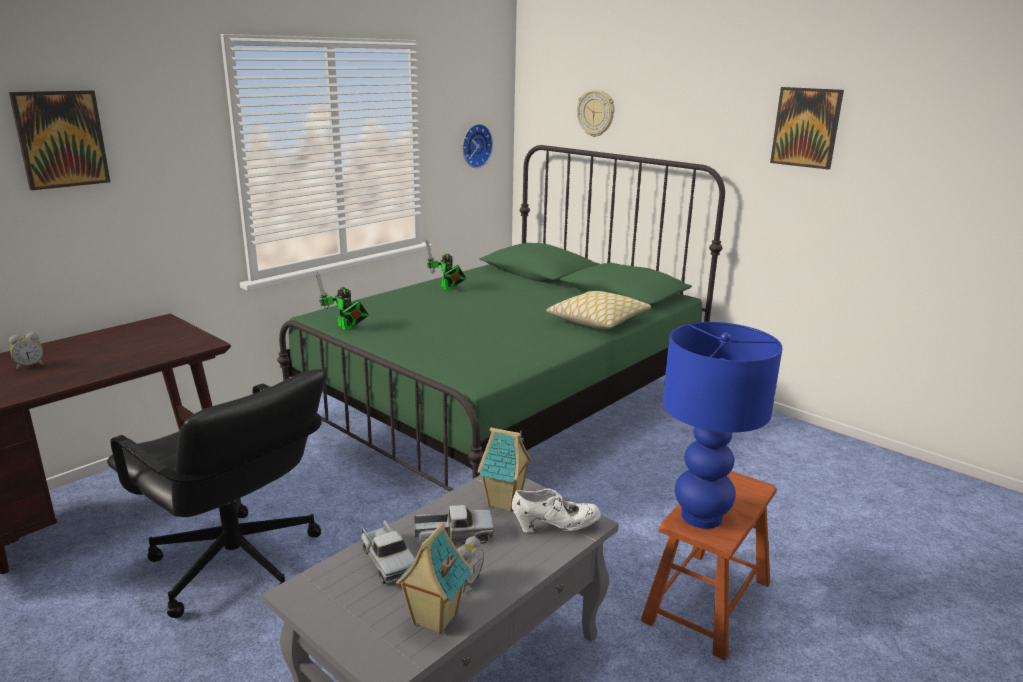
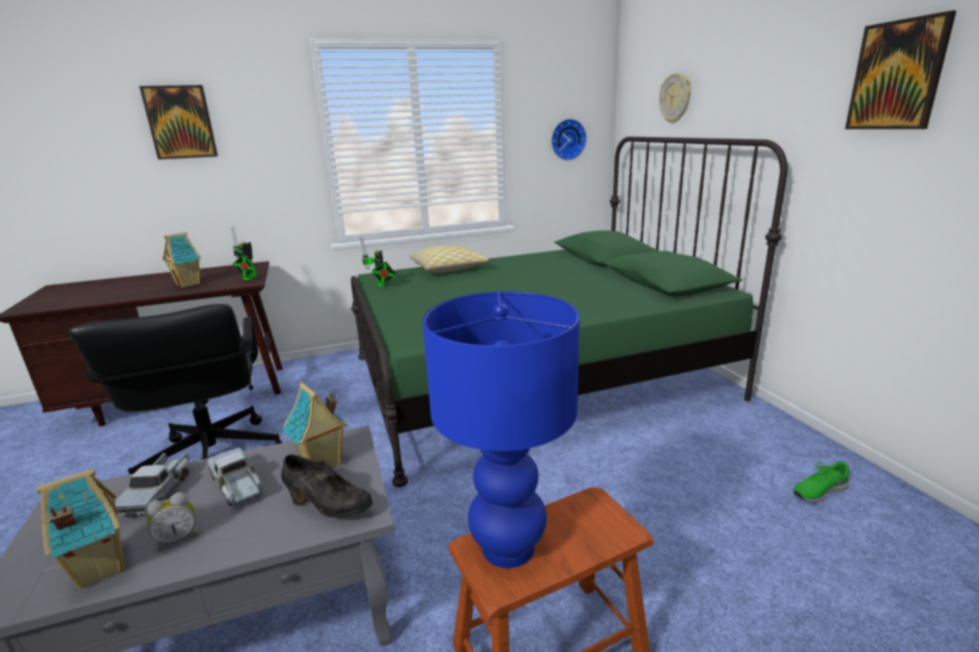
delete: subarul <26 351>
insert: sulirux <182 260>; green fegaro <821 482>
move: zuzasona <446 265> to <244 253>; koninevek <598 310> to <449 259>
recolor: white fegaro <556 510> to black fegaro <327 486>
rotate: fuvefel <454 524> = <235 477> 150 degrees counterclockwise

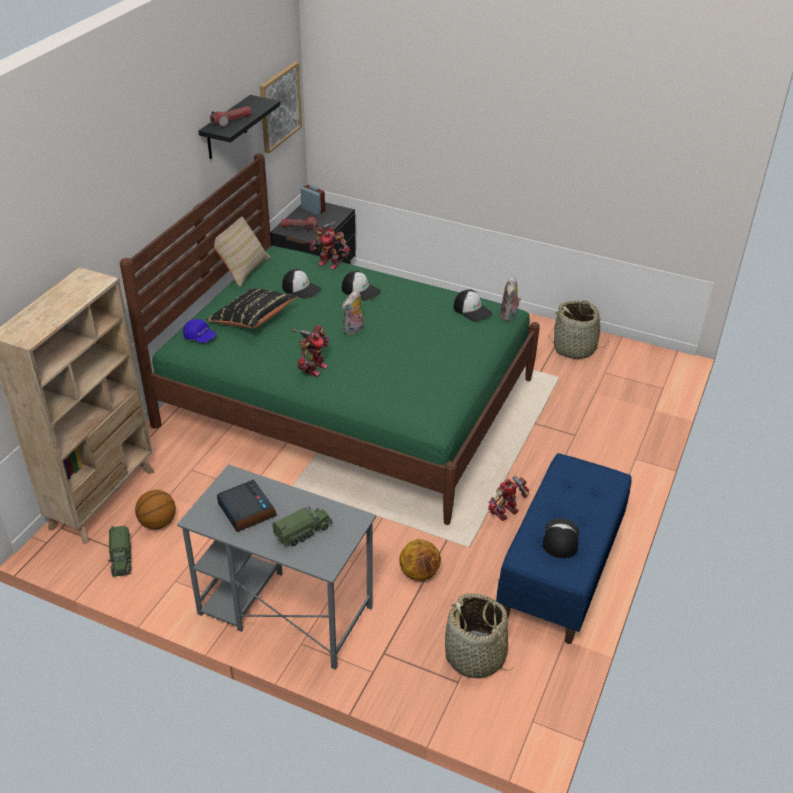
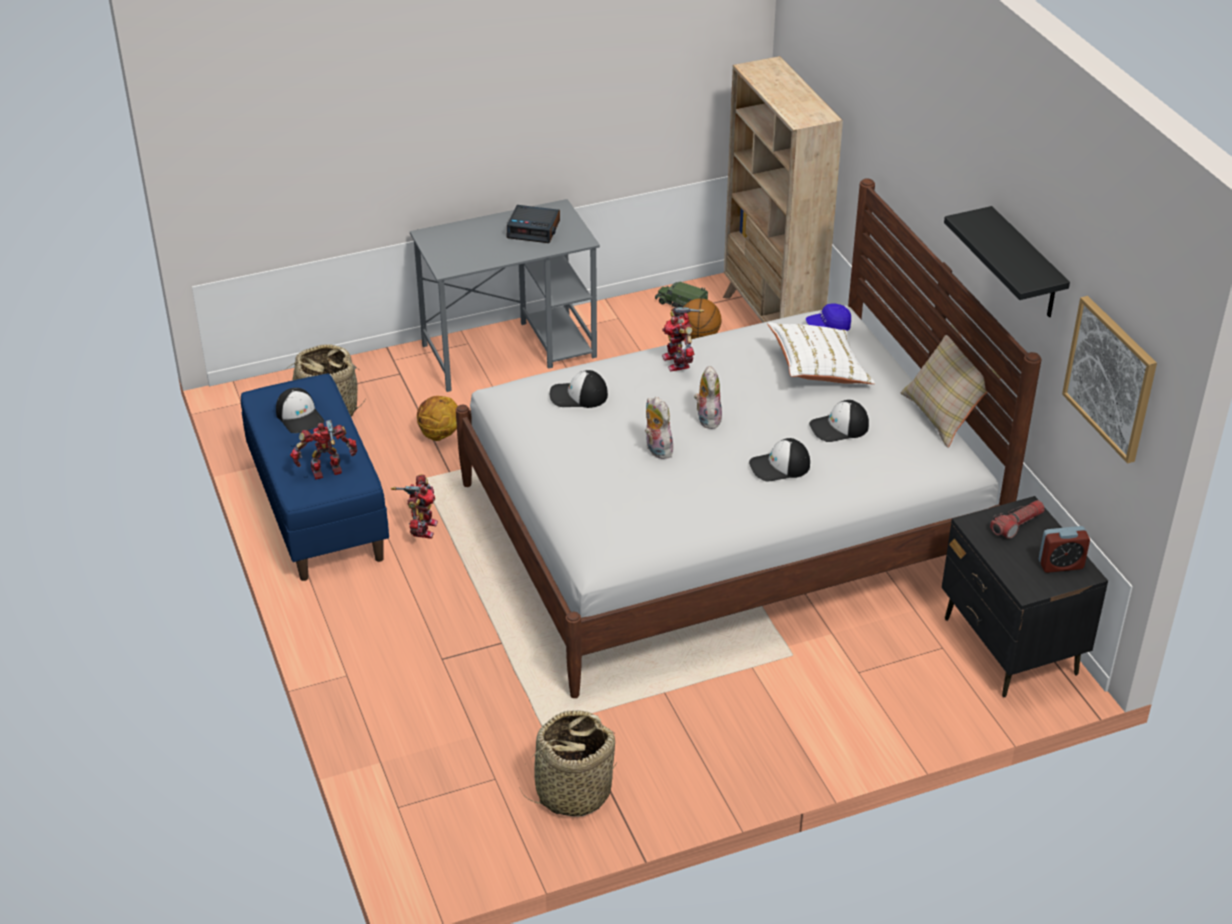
delete: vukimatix <230 116>; fuvefel <302 526>
move: zuzasona <330 246> to <323 449>; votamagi <510 298> to <659 428>; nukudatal <472 305> to <579 389>
recolor: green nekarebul <330 339> to white nekarebul <748 438>; black koninevek <252 308> to white koninevek <821 353>

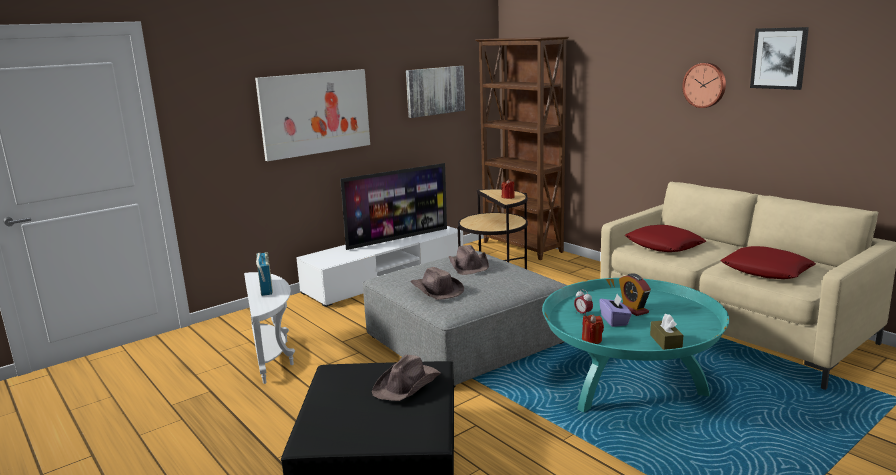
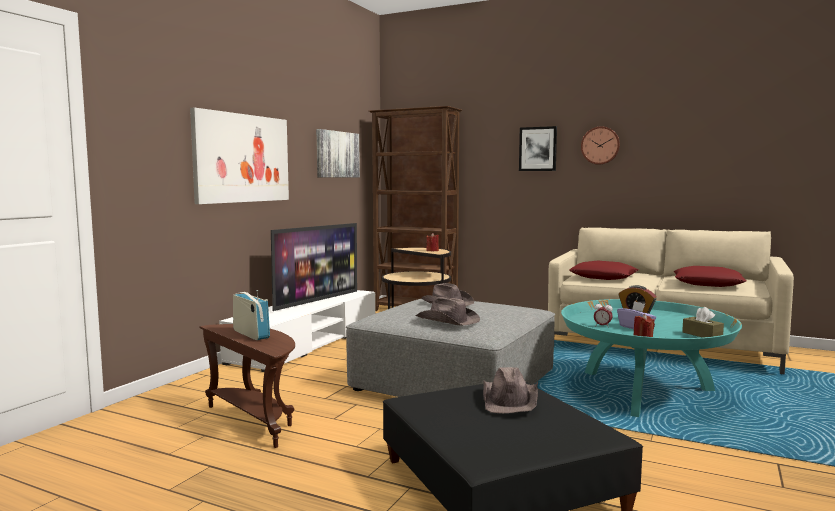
move: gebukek <779 58> to <538 148>
recolor: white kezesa <269 328> to brown kezesa <247 386>

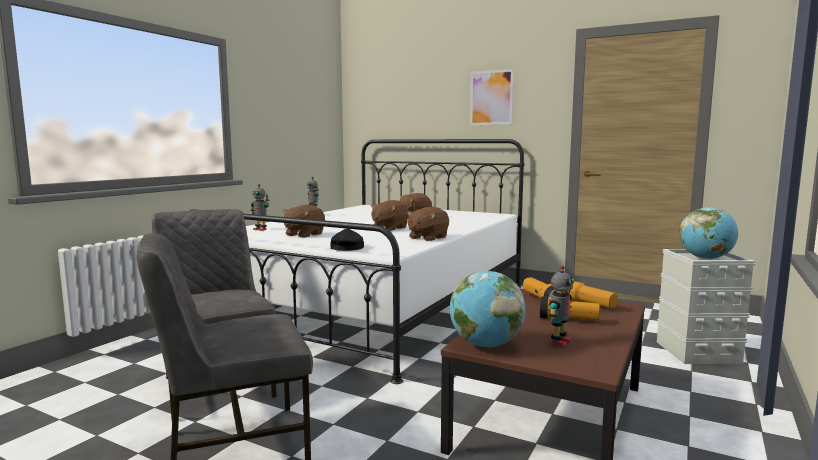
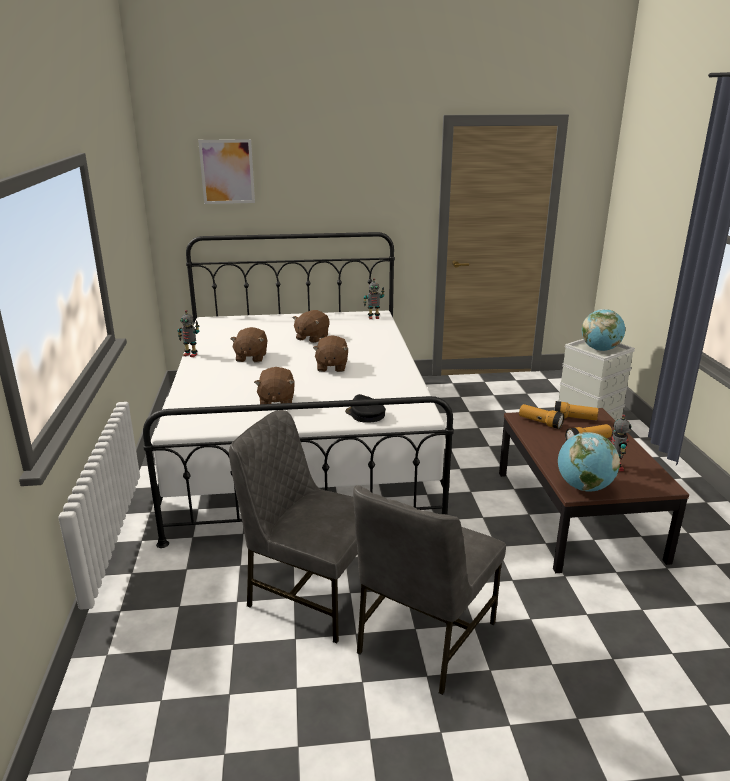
move: gebukek <492 97> to <226 171>; zuzasona <260 207> to <374 298>; brown votamagi <428 224> to <249 345>

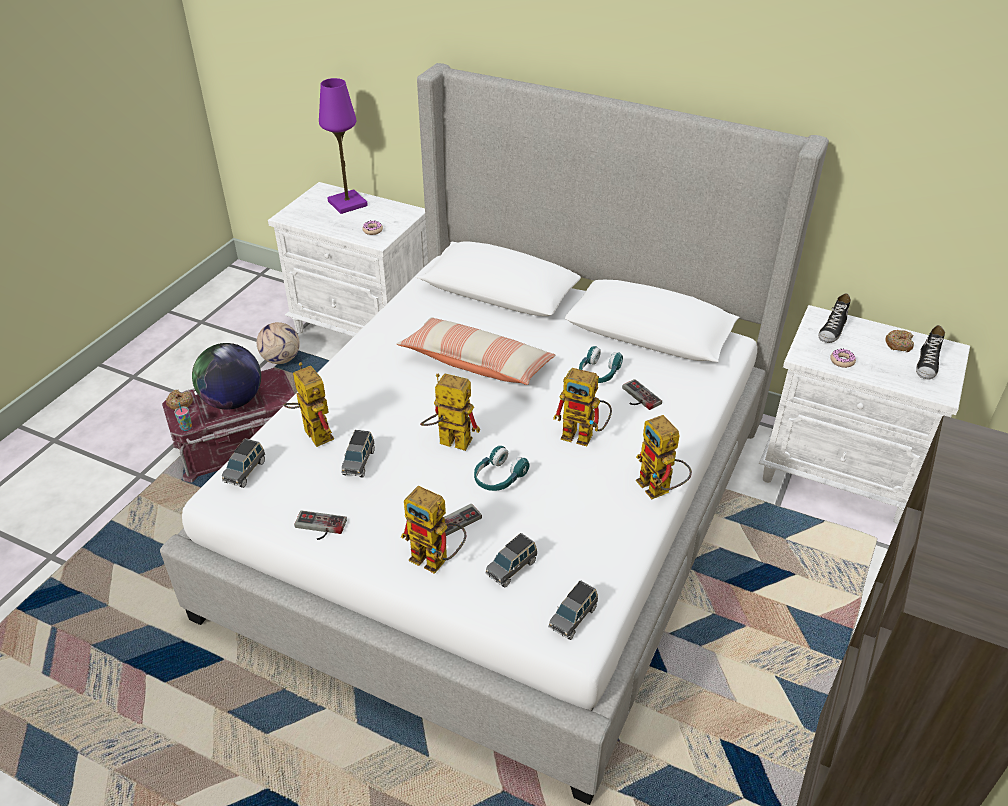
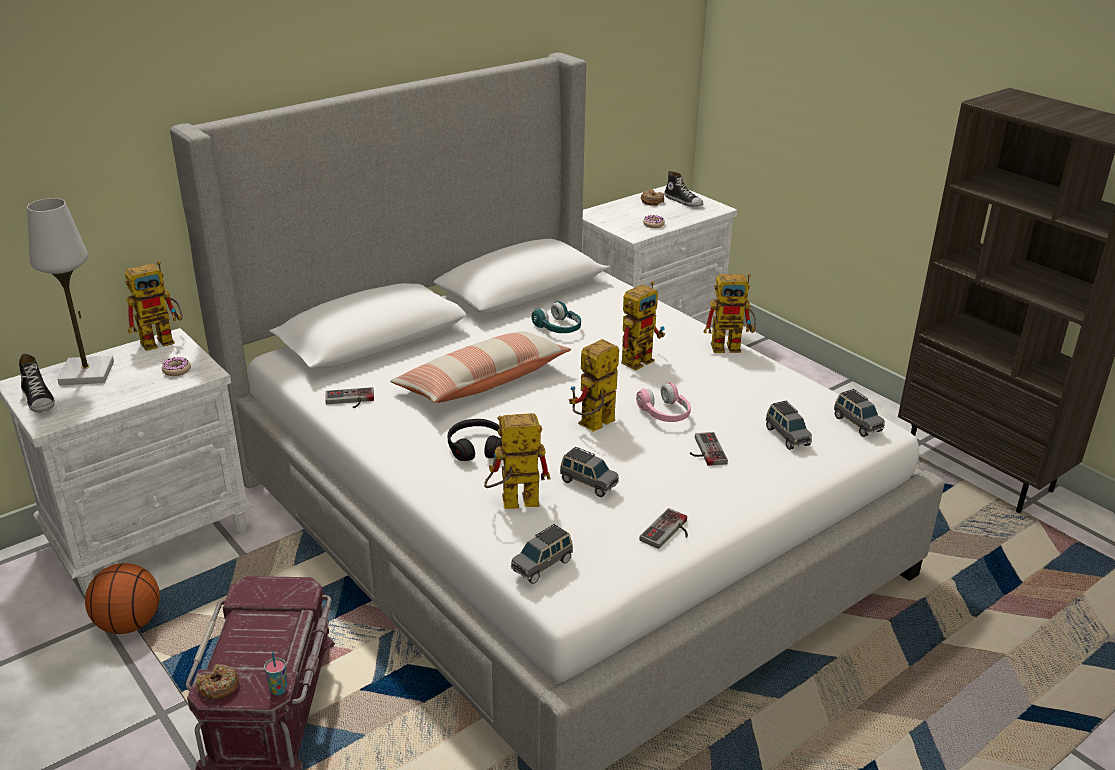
delete: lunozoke <226 376>
insert: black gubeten <475 440>
move: fegaro <835 318> to <37 383>; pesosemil <642 394> to <349 397>; zuzasona <433 530> to <154 306>
replace: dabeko <278 343> to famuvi <122 598>
recolor: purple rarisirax <343 146> to white rarisirax <70 291>; turquoise gubeten <502 468> to pink gubeten <663 402>
rotate: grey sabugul <243 463> = <542 554> 90 degrees clockwise

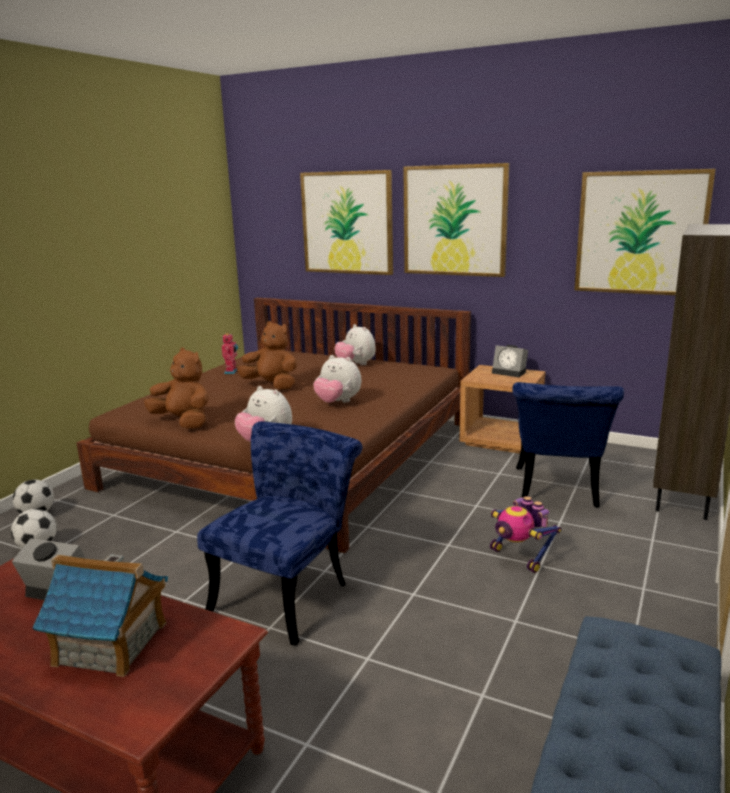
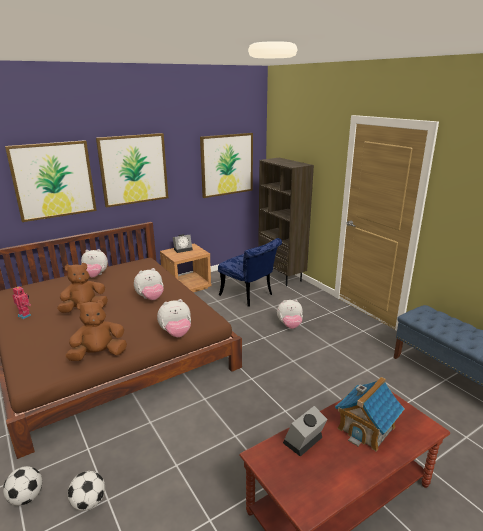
delete: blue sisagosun <279 533>
replace: zuzasona <525 534> to votamagi <290 314>

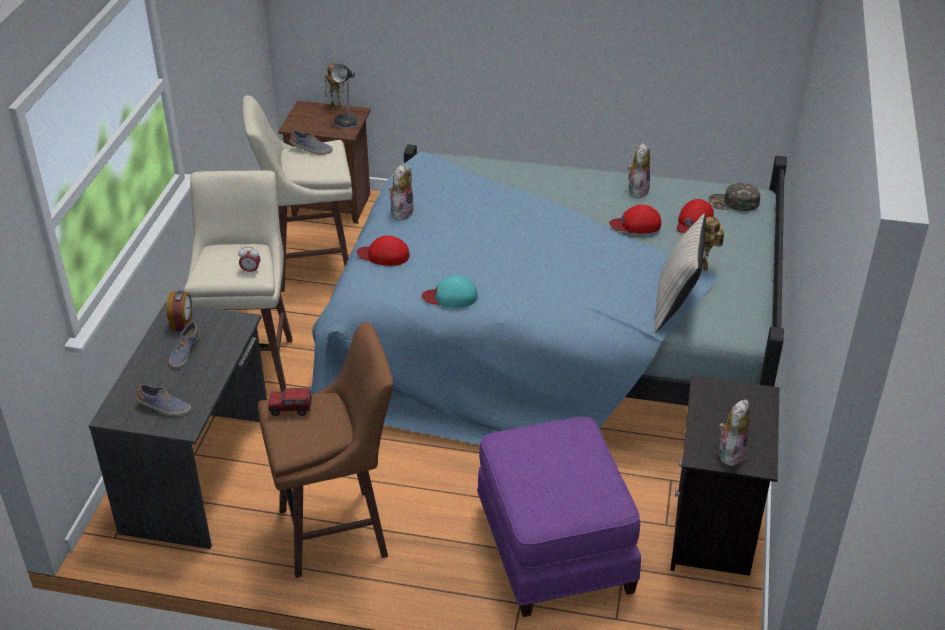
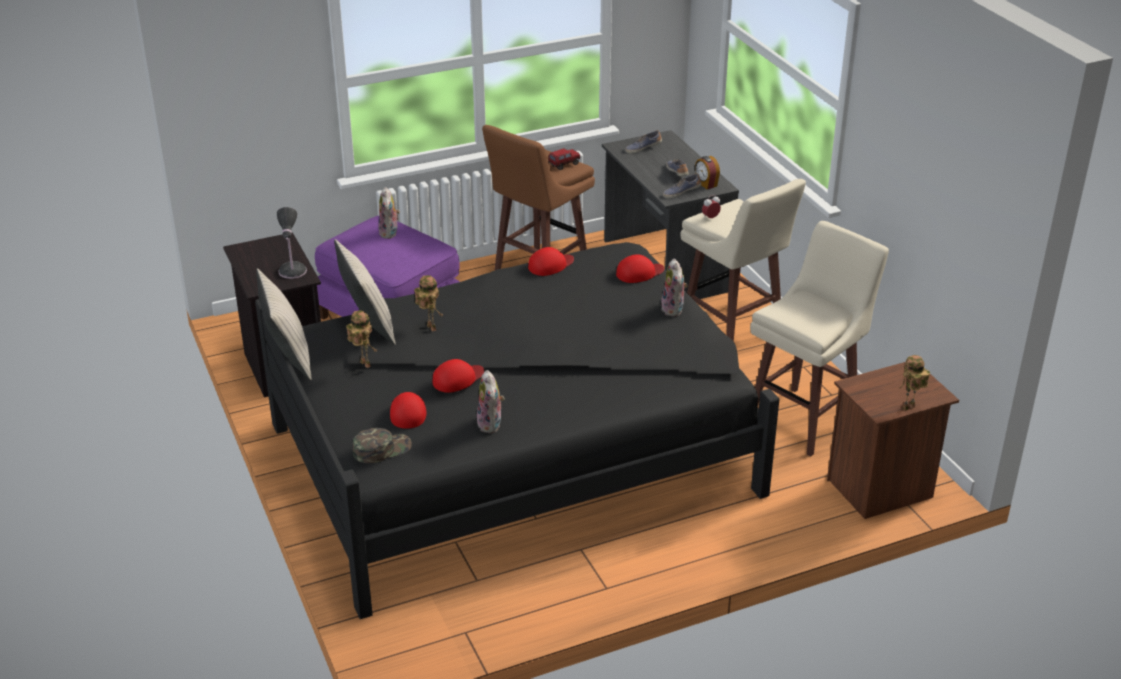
insert: beige koninevek <283 325>; zuzasona <428 303>
move: rarisirax <345 96> to <292 243>; fegaro <311 142> to <682 186>; votamagi <734 433> to <389 213>
recolor: blue nekarebul <548 294> to black nekarebul <517 430>; turquoise nukudatal <450 291> to red nukudatal <551 261>

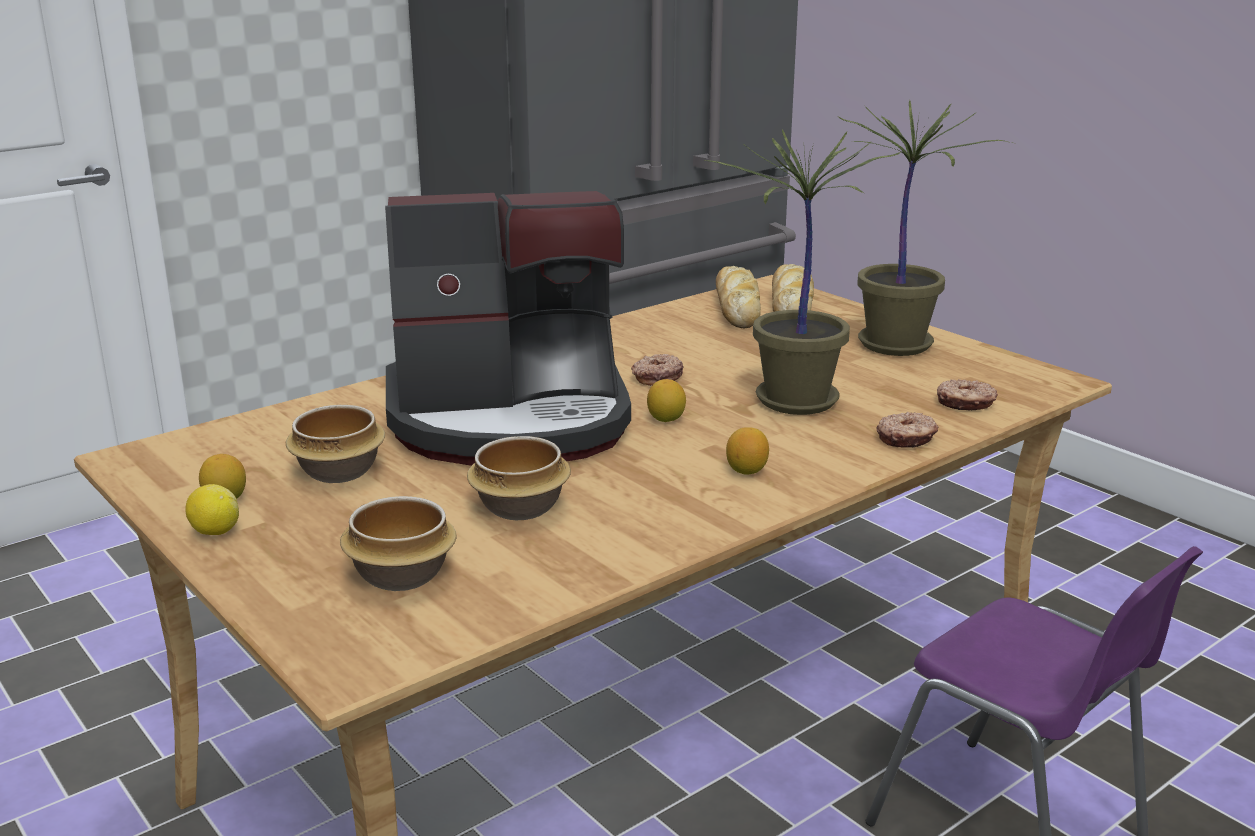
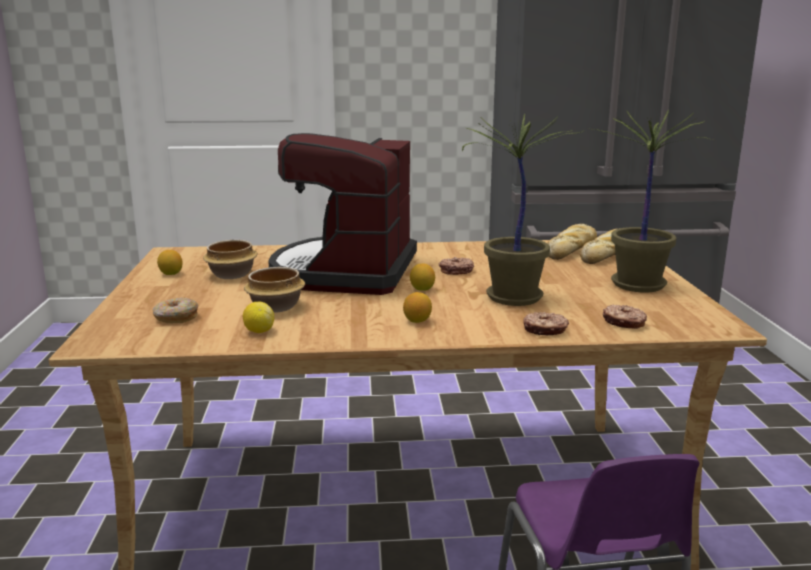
move: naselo <212 509> to <258 317>
replace: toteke <398 543> to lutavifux <175 310>
rotate: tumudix <508 328> = <342 214> 75 degrees clockwise

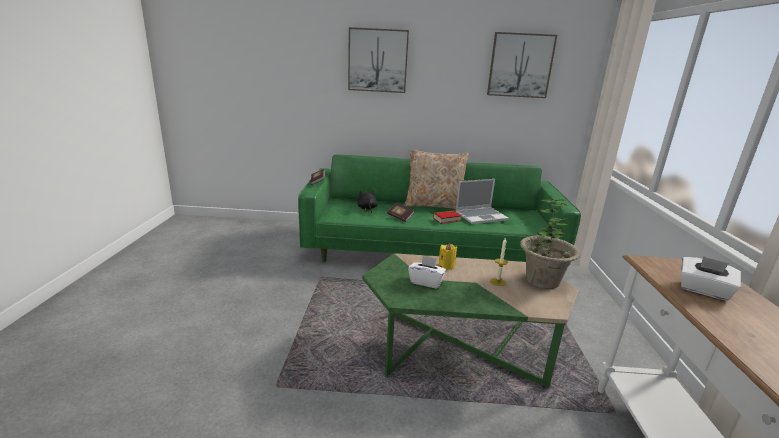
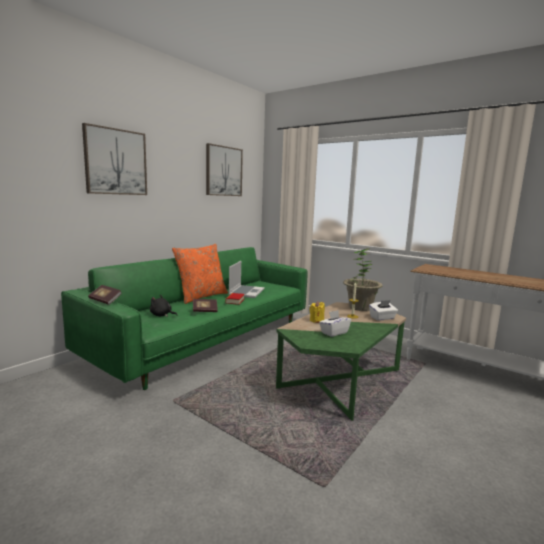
move: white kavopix <711 278> to <383 310>
recolor: beige koninevek <436 179> to orange koninevek <200 273>

